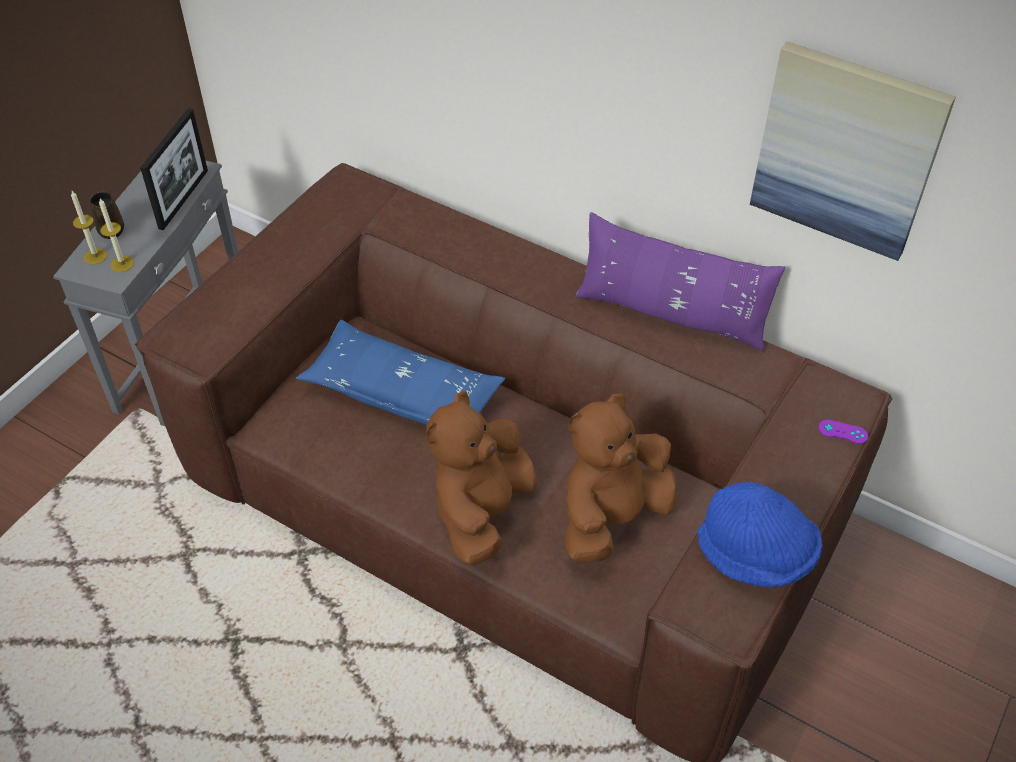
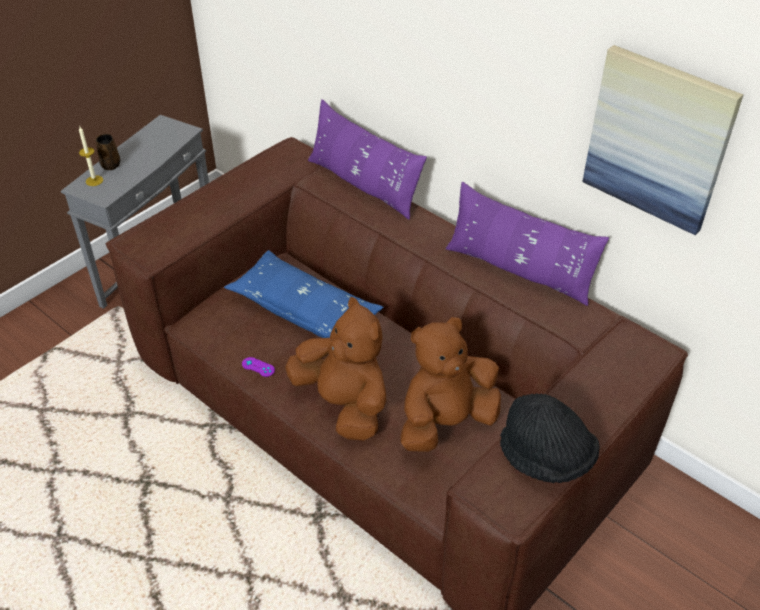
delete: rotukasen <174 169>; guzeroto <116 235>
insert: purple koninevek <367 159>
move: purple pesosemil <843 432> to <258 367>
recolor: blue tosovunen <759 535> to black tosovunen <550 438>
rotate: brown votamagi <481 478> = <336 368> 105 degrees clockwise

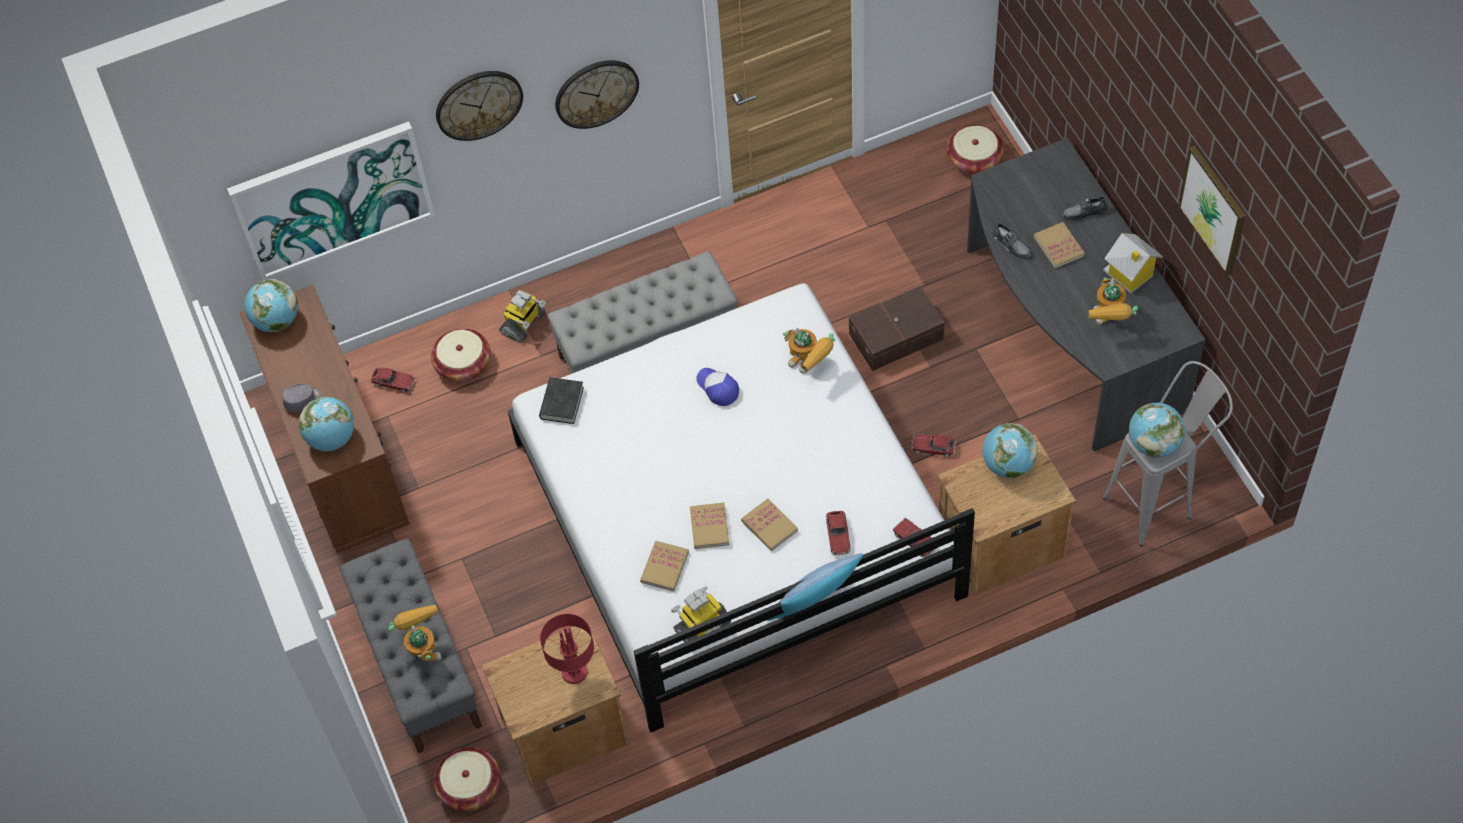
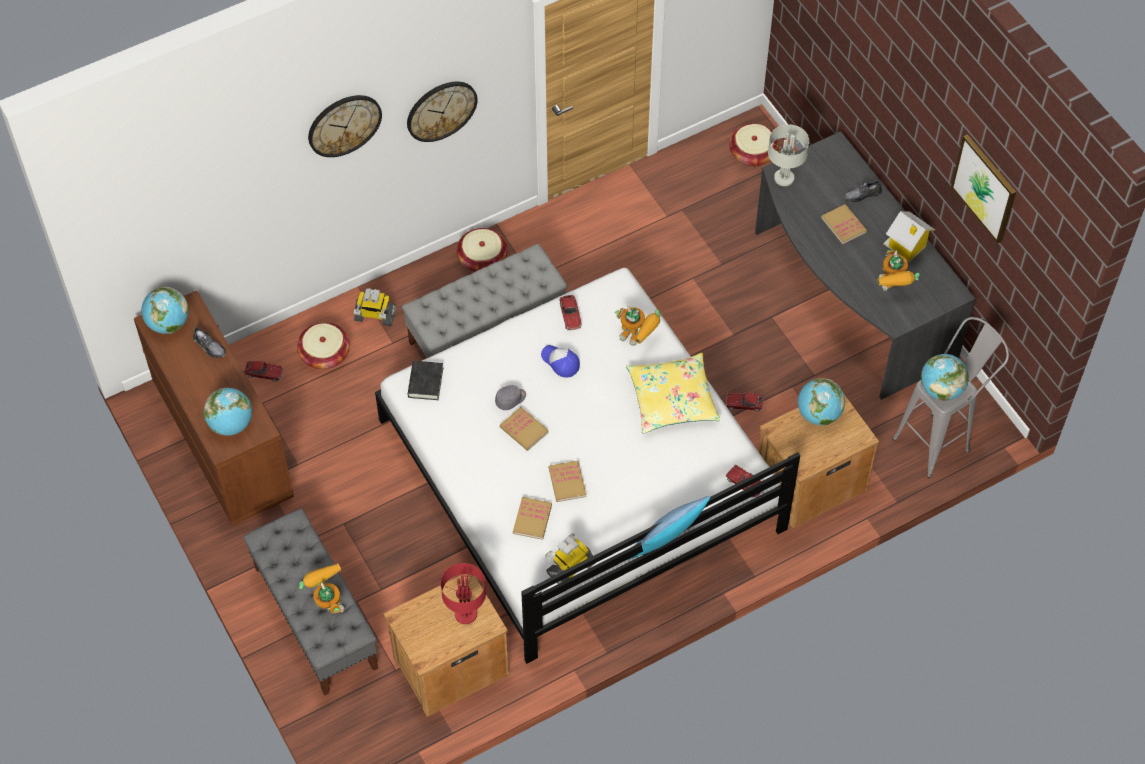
delete: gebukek <331 200>; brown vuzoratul <897 328>
insert: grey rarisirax <788 155>; yellow koninevek <673 393>
move: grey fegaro <1012 240> to <209 342>; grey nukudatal <302 397> to <510 397>; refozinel <769 525> to <524 429>; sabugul <838 533> to <570 312>; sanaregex <467 779> to <482 250>
rotate: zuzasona <523 316> = <375 307> 75 degrees clockwise

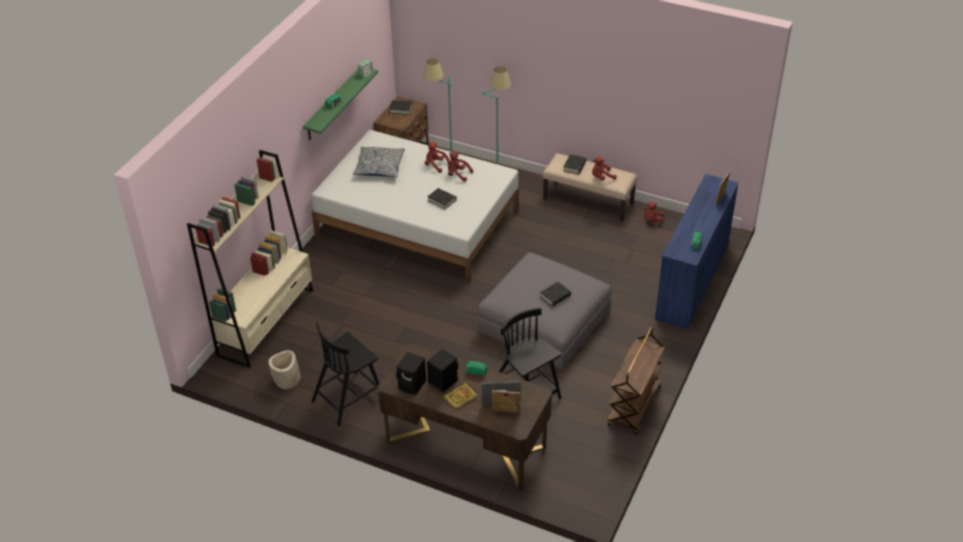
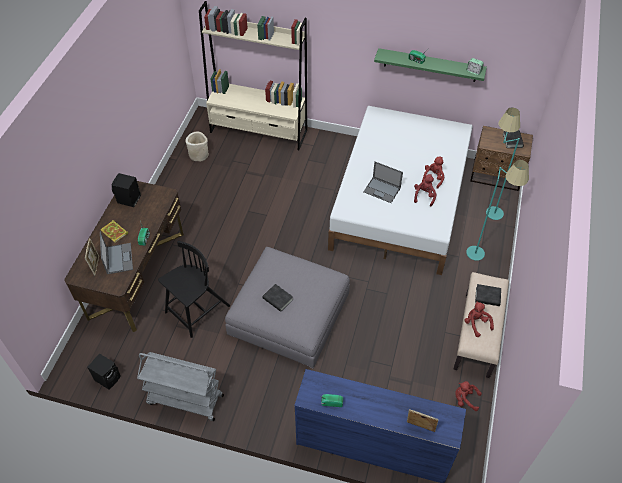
delete: koninevek <379 162>; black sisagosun <345 374>
move: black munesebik <442 371> to <104 371>
replace: black refozinel <442 198> to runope <383 182>
recolor: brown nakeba <636 380> to grey nakeba <180 386>

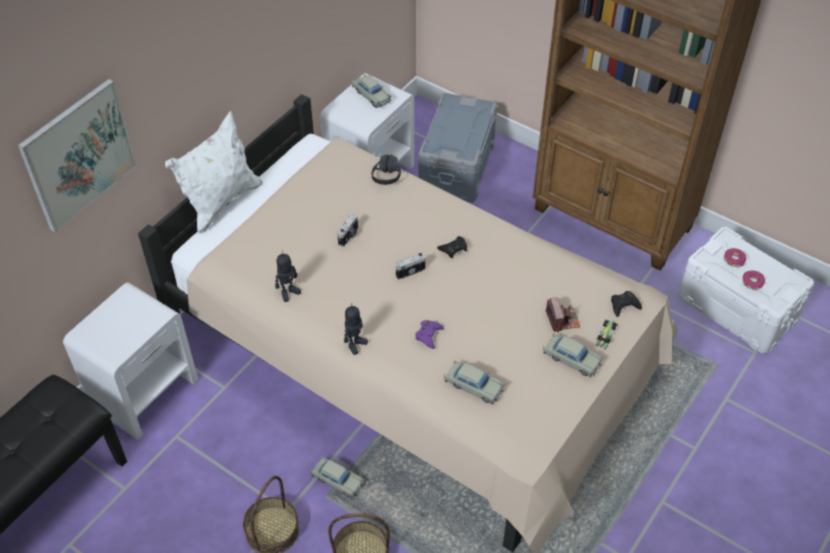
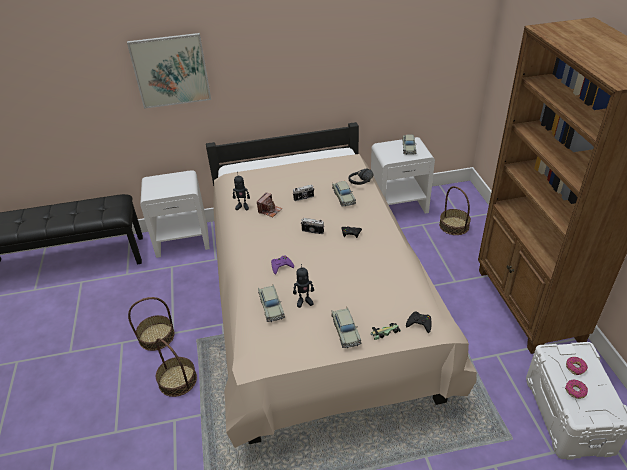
delete: white koninevek <214 172>
move: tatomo <563 314> to <269 205>; zuzasona <356 329> to <303 286>; beige sabugul <337 477> to <344 194>
replace: grey vuzoratul <457 148> to sanaregex <455 210>

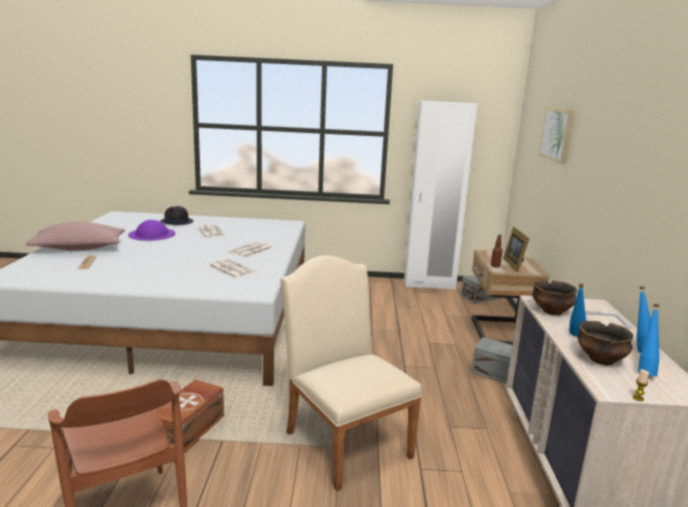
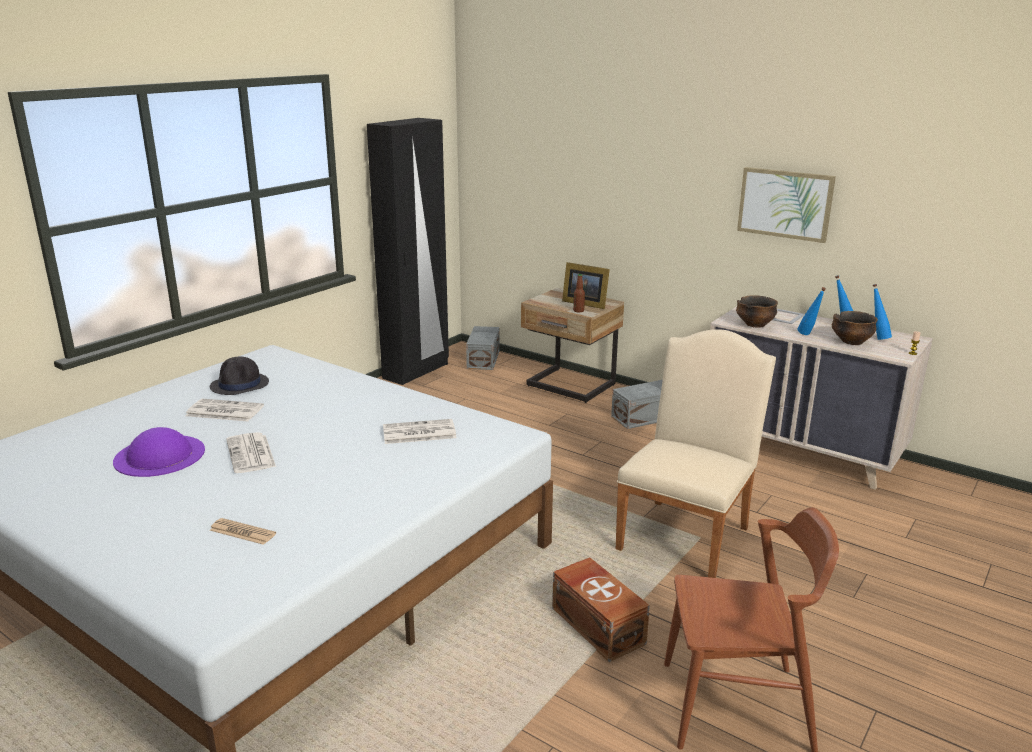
delete: pink koninevek <75 236>
move: gebukek <557 136> to <786 205>; black tosovunen <176 215> to <239 376>; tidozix <250 250> to <251 452>
recolor: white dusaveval <440 195> to black dusaveval <408 251>
rotate: beige sisagosun <351 373> = <696 453> 120 degrees clockwise

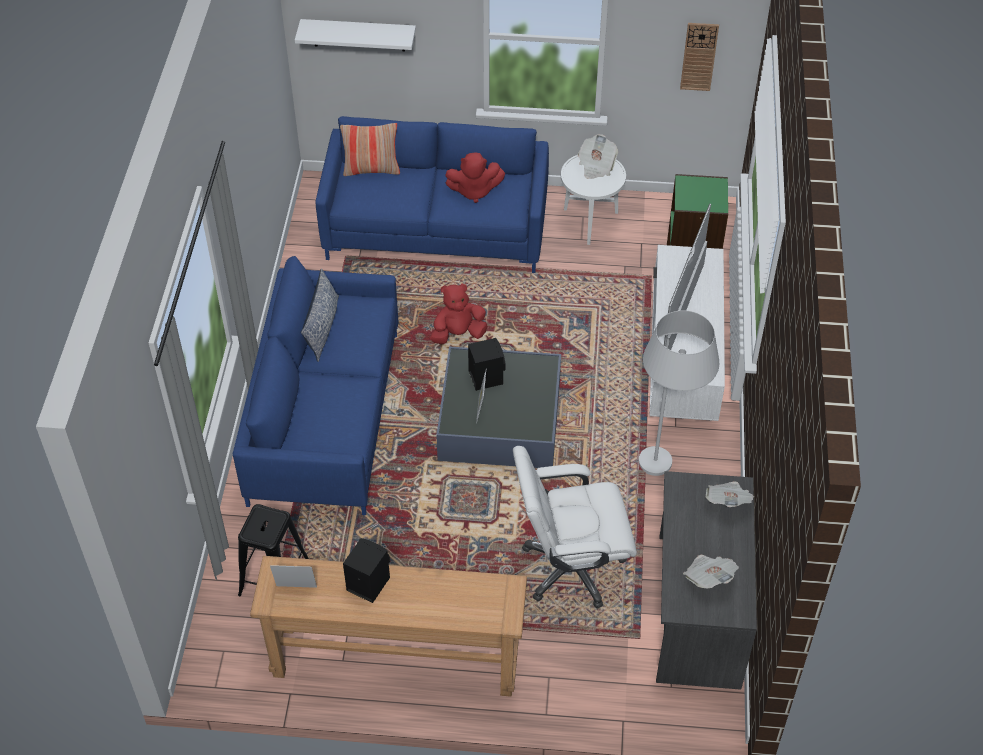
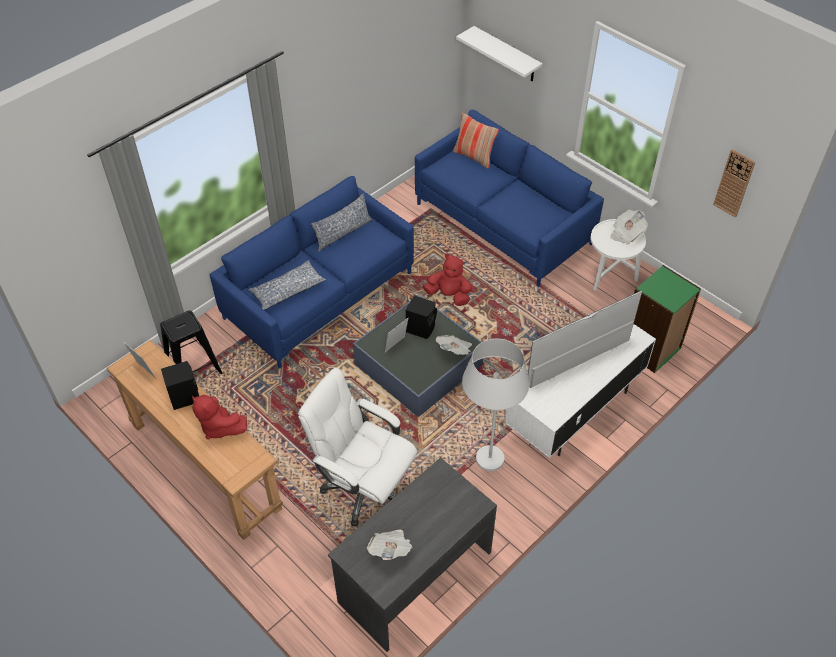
insert: koninevek <287 285>
move: red votamagi <475 177> to <219 417>; tidozix <729 494> to <454 345>

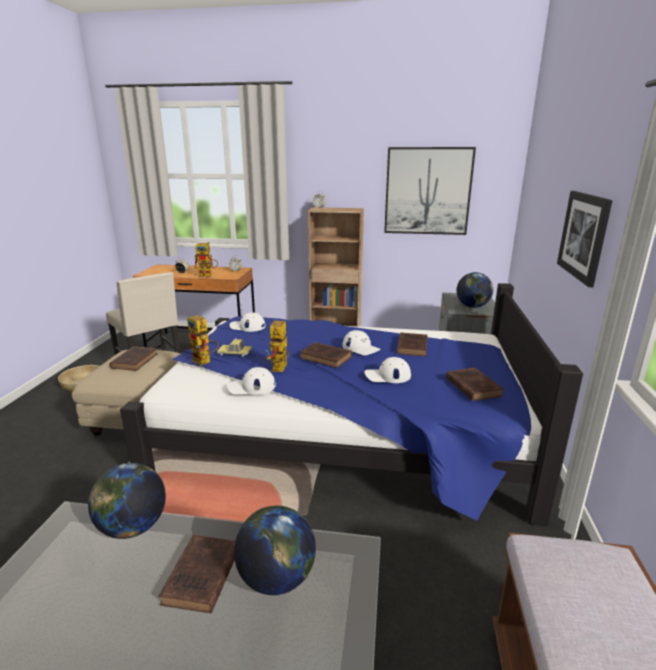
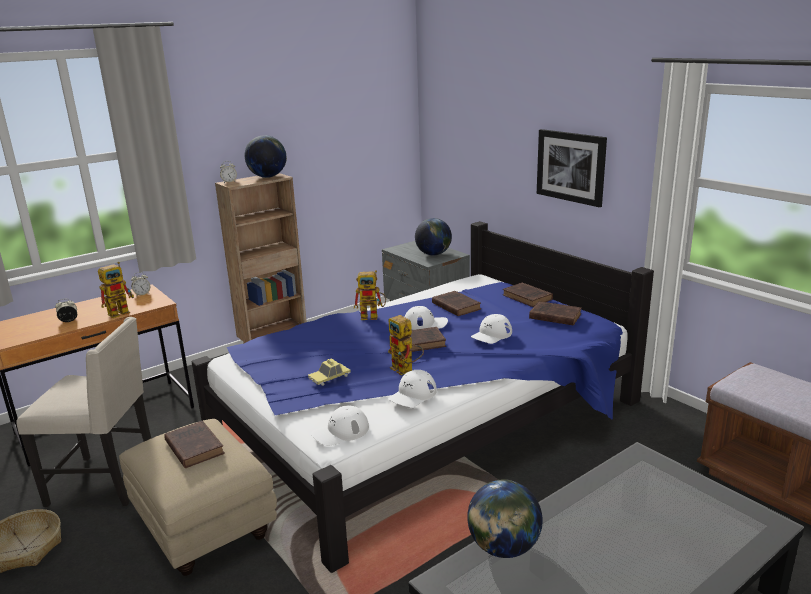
delete: gebukek <430 191>
move: white nukudatal <247 322> to <340 425>; zuzasona <203 340> to <370 295>; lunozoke <275 550> to <266 156>; brown refozinel <197 574> to <528 295>

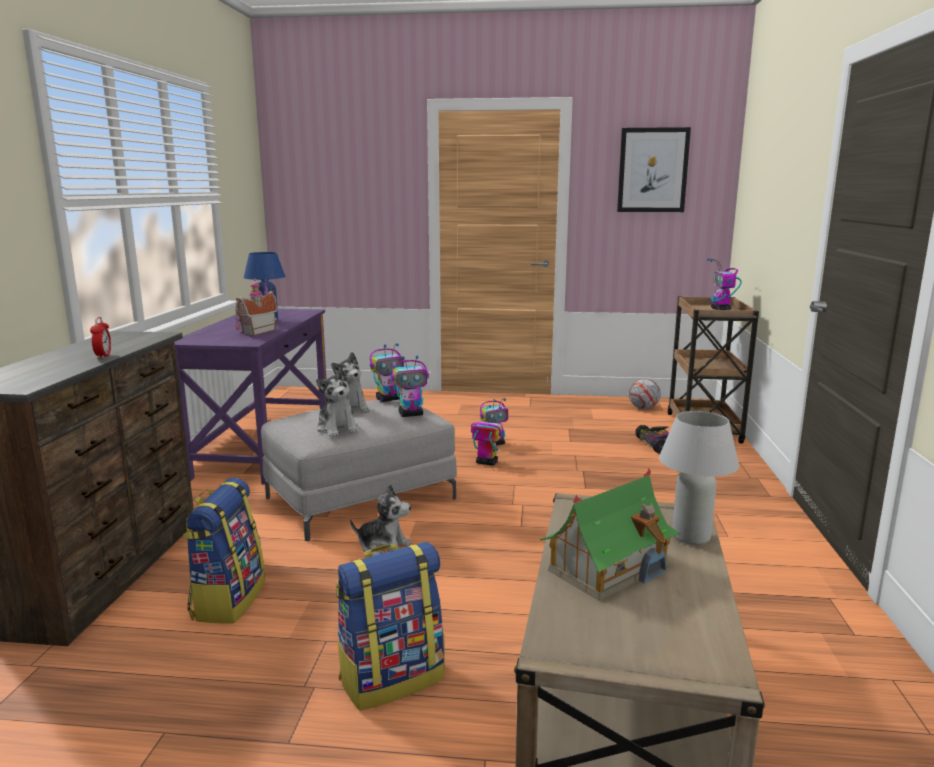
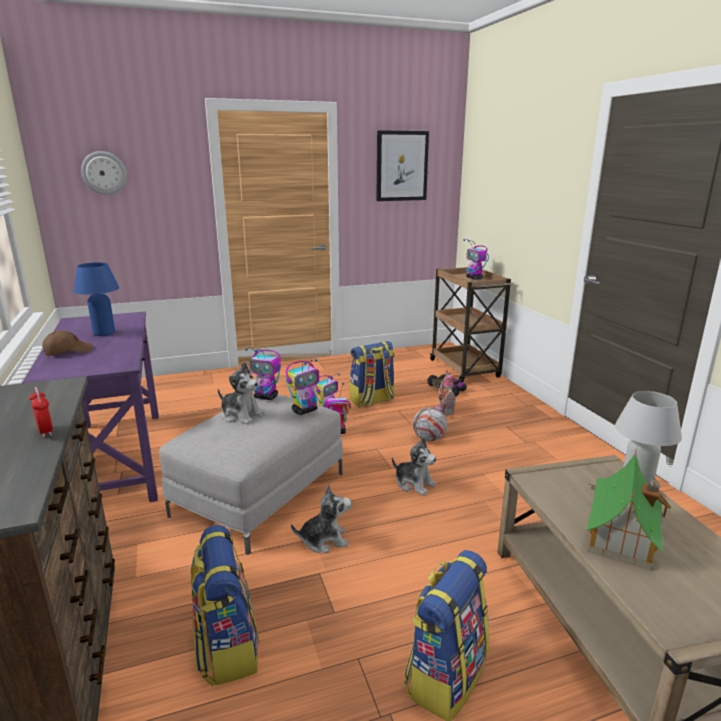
insert: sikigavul <104 173>; brown nukudatal <67 343>; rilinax <372 374>
move: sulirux <256 307> to <446 392>; votamagi <337 402> to <414 466>; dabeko <645 394> to <430 424>
rotate: zuzasona <387 372> = <263 373> 75 degrees clockwise

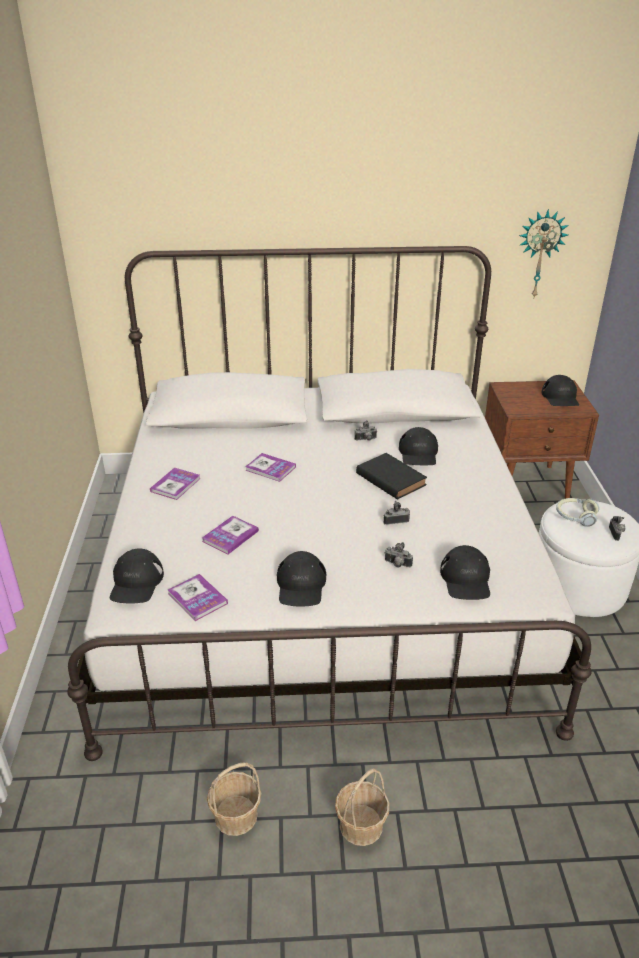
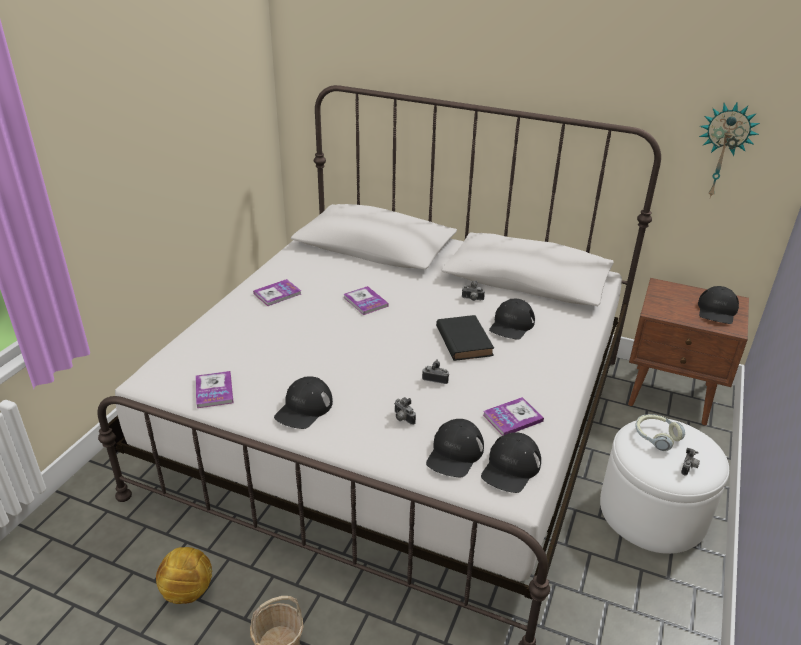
move: refozinel <230 535> to <513 416>; black nukudatal <137 576> to <511 462>
replace: sanaregex <234 799> to dabeko <184 575>

